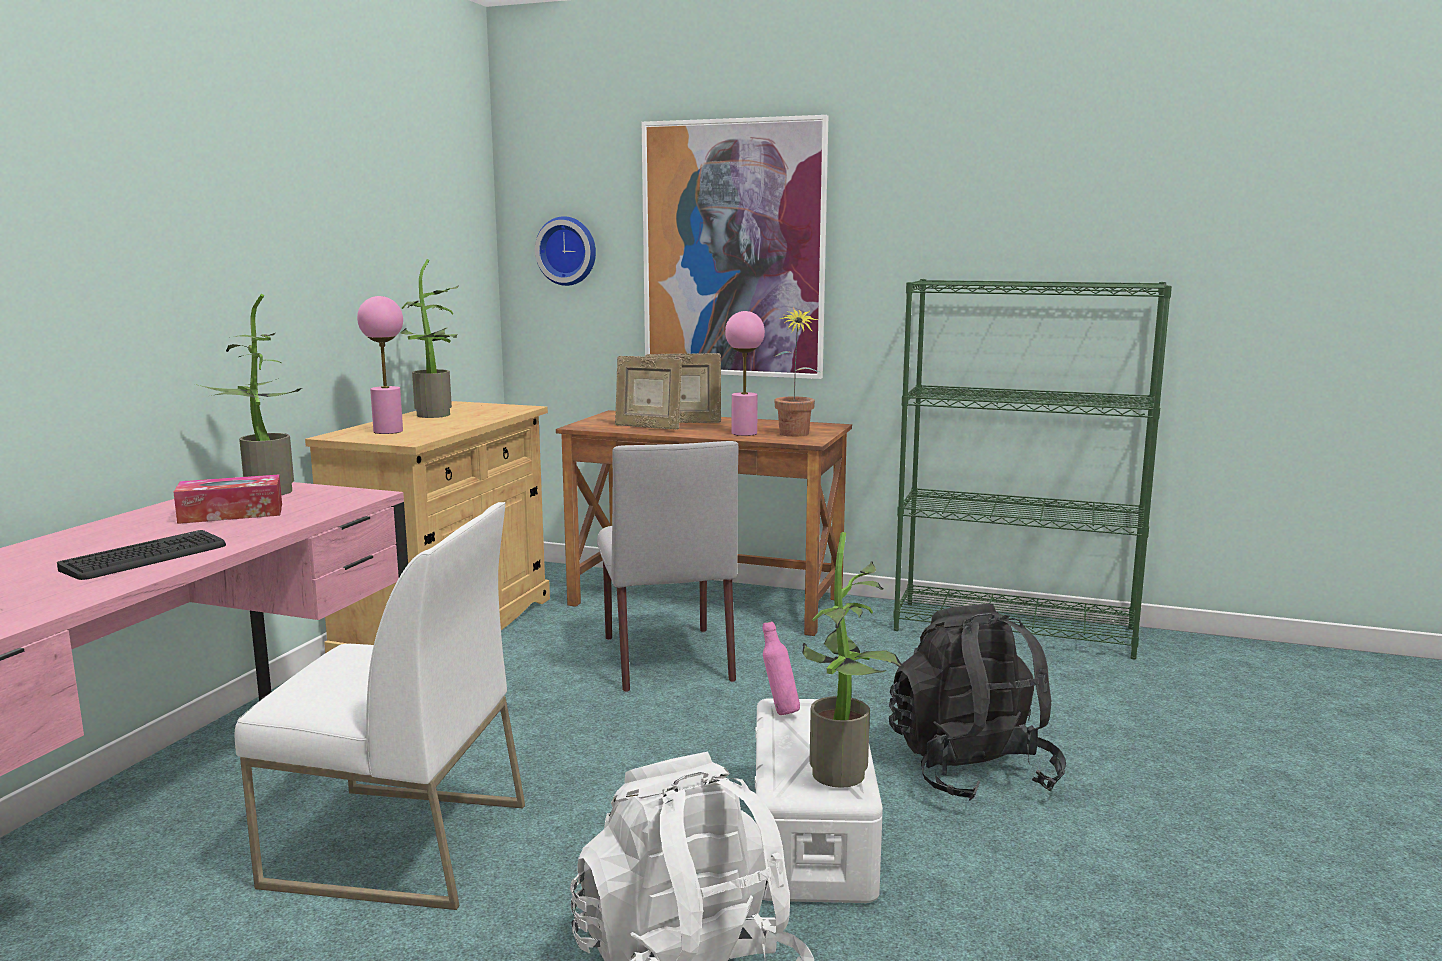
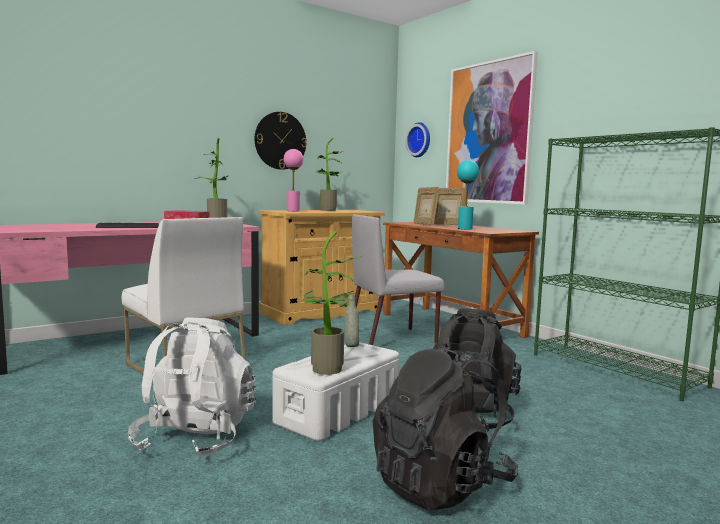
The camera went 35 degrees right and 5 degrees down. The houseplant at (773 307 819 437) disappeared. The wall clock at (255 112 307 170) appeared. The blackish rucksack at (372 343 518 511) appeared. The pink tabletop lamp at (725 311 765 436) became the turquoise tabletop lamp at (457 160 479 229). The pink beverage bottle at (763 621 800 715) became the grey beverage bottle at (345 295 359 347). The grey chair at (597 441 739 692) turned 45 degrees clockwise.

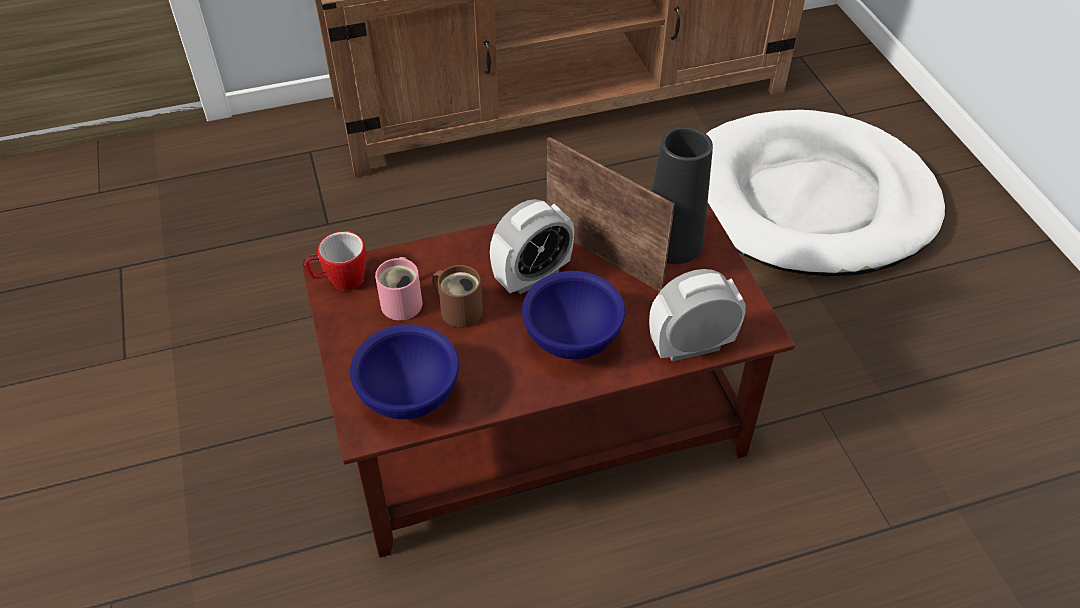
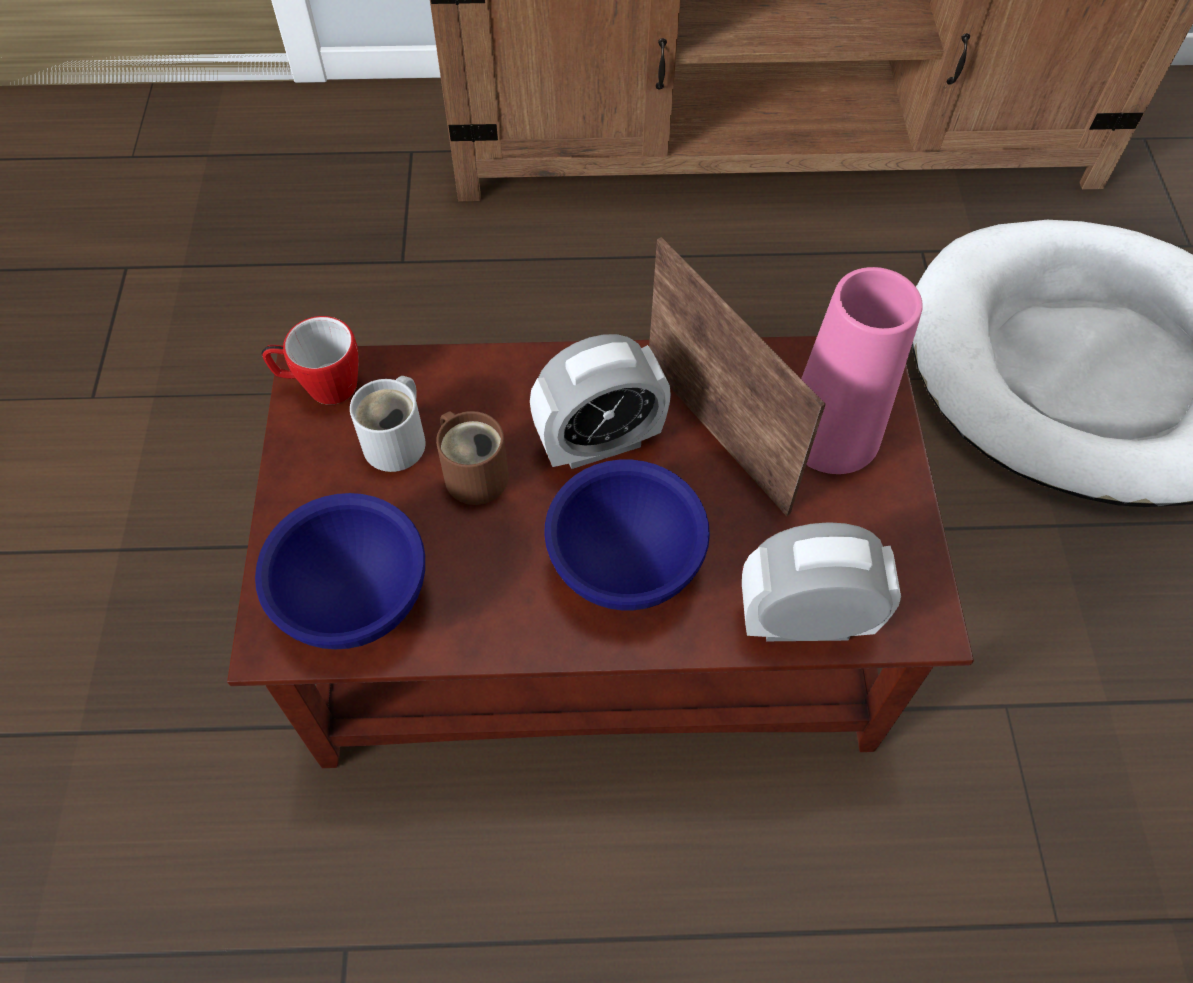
The camera went 15 degrees right and 10 degrees up. The pink mug at (375 257 422 321) became the white mug at (350 376 426 472). The blackish vase at (652 127 713 264) became the pink vase at (801 267 923 474).

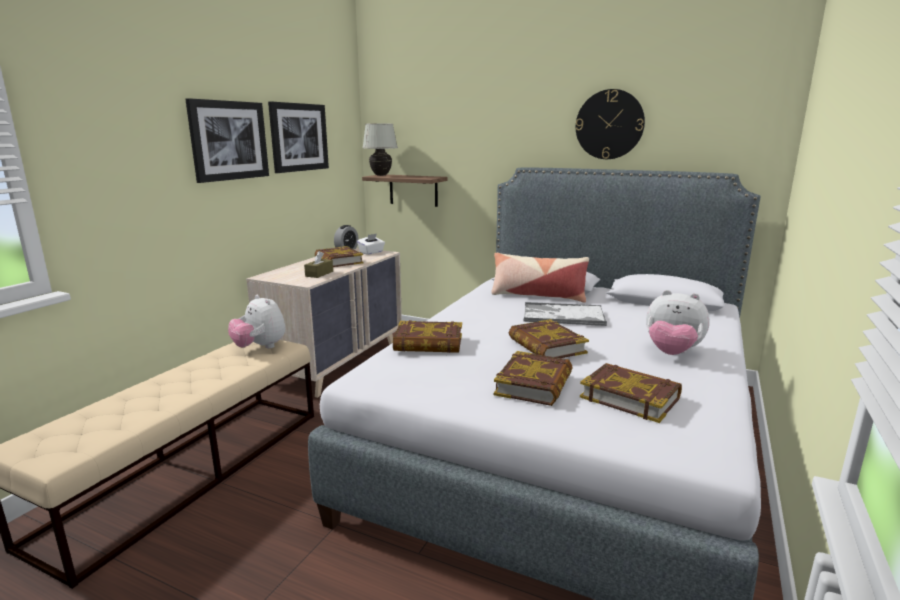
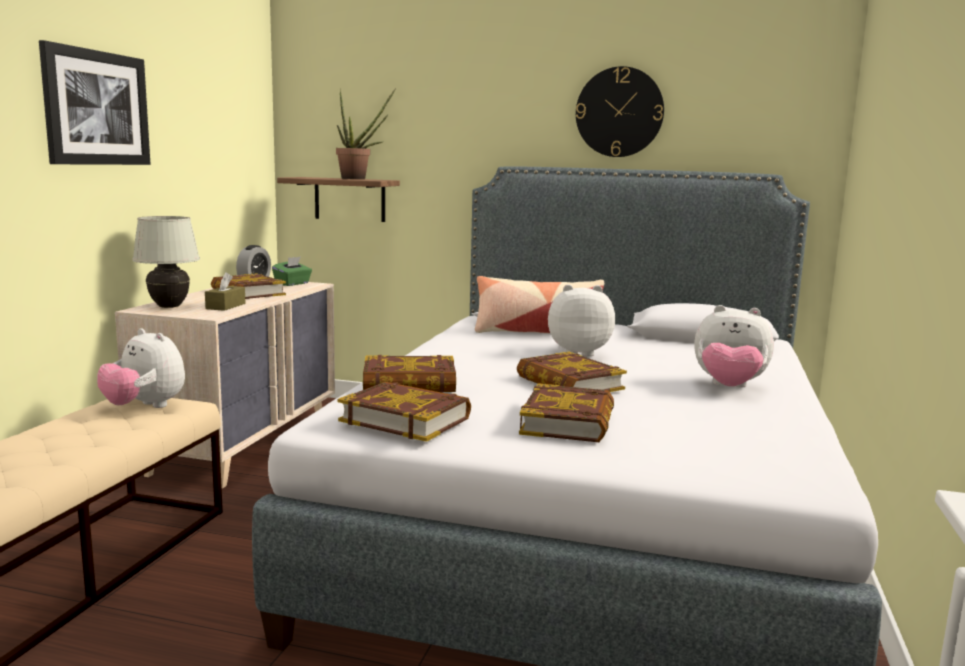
The camera went 10 degrees left and 5 degrees down. The wall picture at (268 101 329 173) disappeared. The houseplant at (336 89 395 179) appeared. The white tabletop lamp moved from (362 124 398 176) to (132 216 200 308). The bound book moved from (580 363 682 423) to (338 382 471 442). The tray at (524 302 607 326) was replaced by the cuddly toy at (548 284 615 356). The white tissue box at (357 234 385 255) became the greenish tissue box at (272 257 312 286).

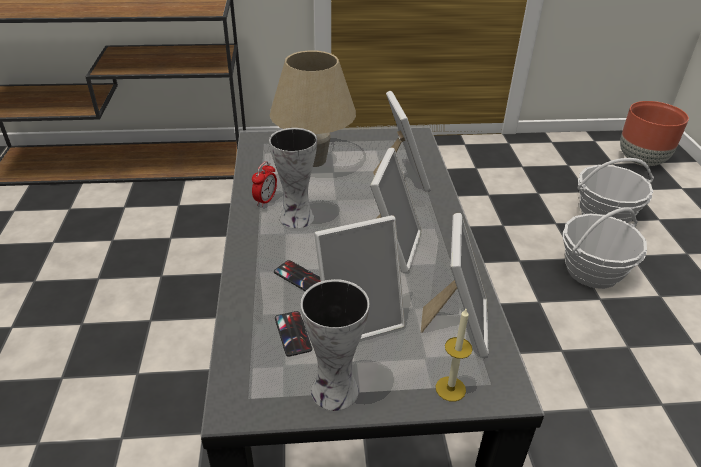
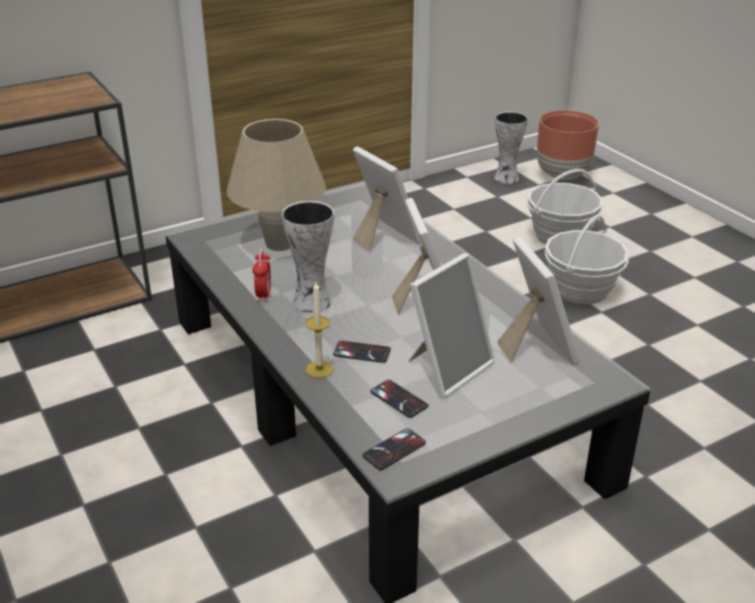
The camera went 25 degrees left and 5 degrees down. The handset at (362 428 426 470) appeared. The vase moved from (301 279 369 411) to (494 111 528 184). The wax light moved from (436 309 473 402) to (306 282 333 378).

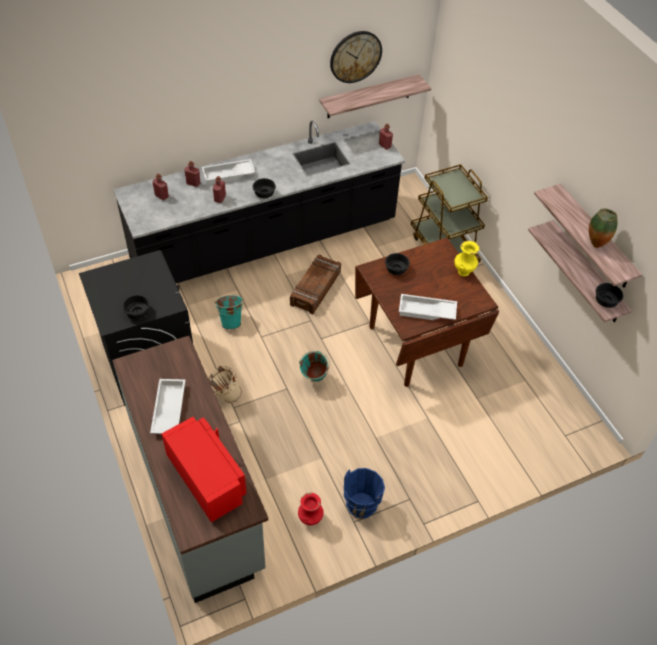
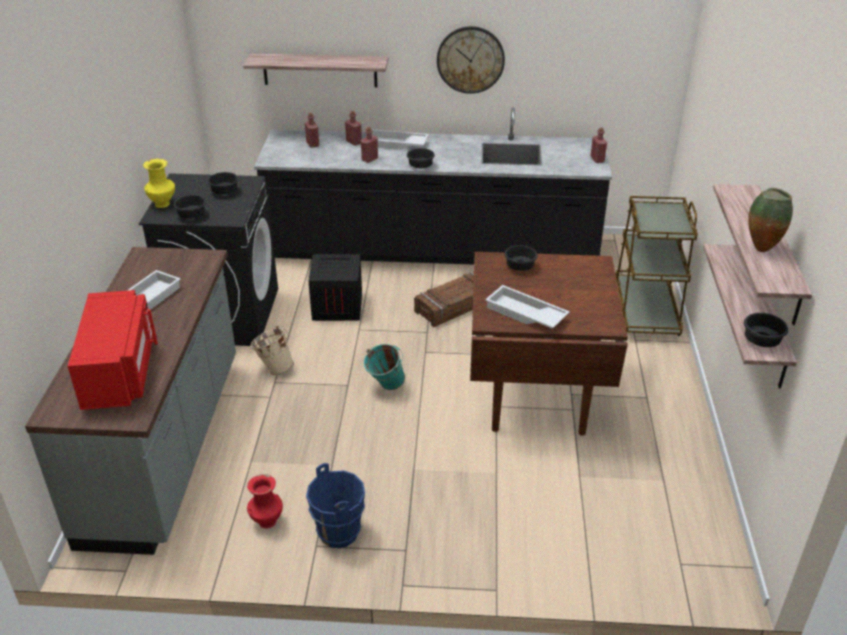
The camera went 30 degrees right and 15 degrees down. The blackish deep dish at (207 172 239 194) appeared. The wall shelf moved from (319 74 431 118) to (243 53 389 87). The wall clock moved from (330 31 382 83) to (437 26 505 94). The yellow-coloured vase moved from (454 240 479 276) to (143 158 175 208). The turquoise bucket at (215 295 244 330) was replaced by the packing crate at (309 254 362 321).

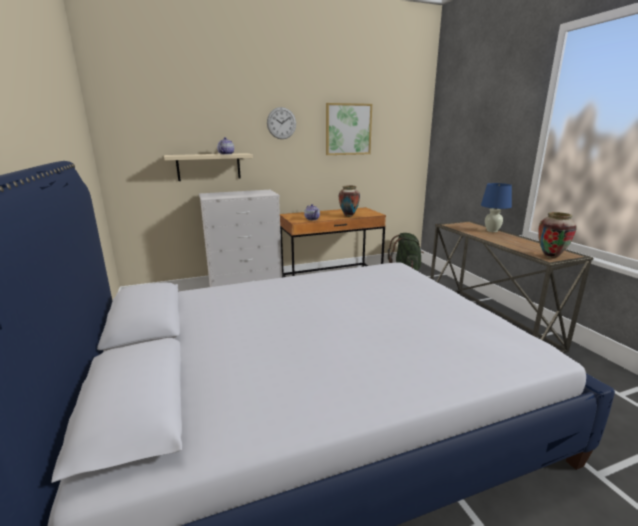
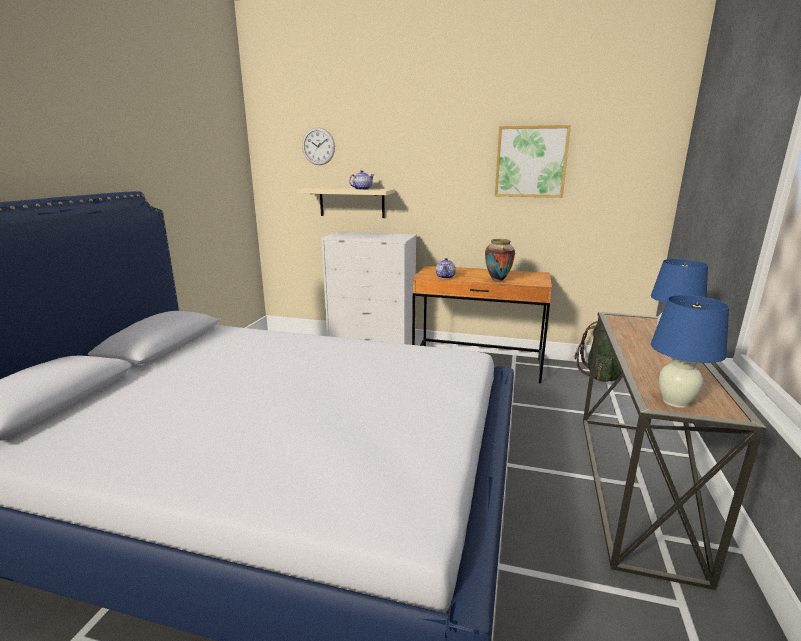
The camera went 35 degrees right and 0 degrees up. The wall clock moved from (267 107 296 139) to (302 127 335 165). The vase at (538 212 576 258) was replaced by the bluish tabletop lamp at (651 295 729 408).

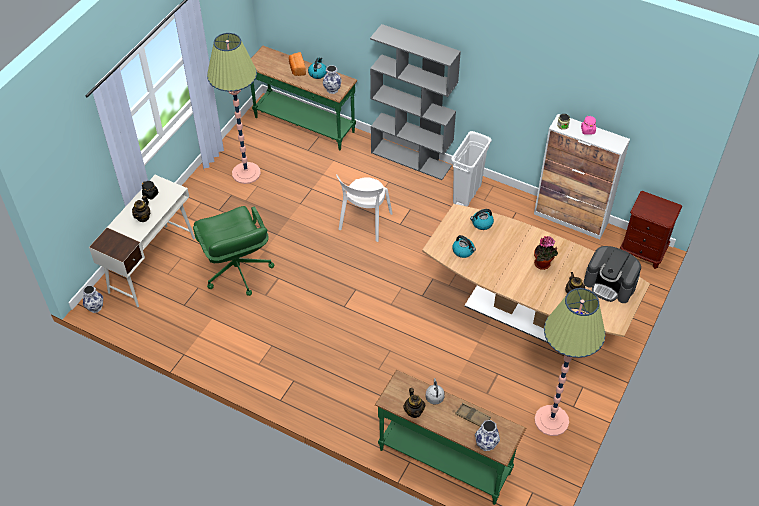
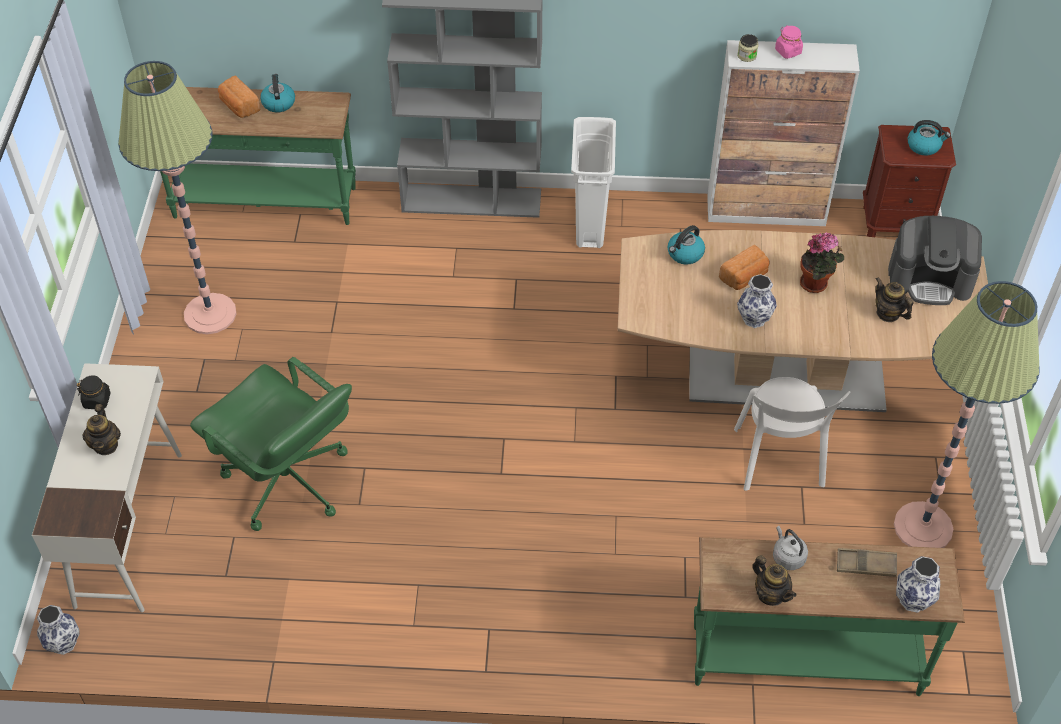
The camera went 25 degrees left and 0 degrees up. The baked bread at (719 244 769 290) appeared. The vase moved from (323 65 342 94) to (737 274 777 328). The white chair moved from (336 174 393 242) to (734 377 850 491). The water kettle moved from (452 235 476 258) to (908 120 951 156).

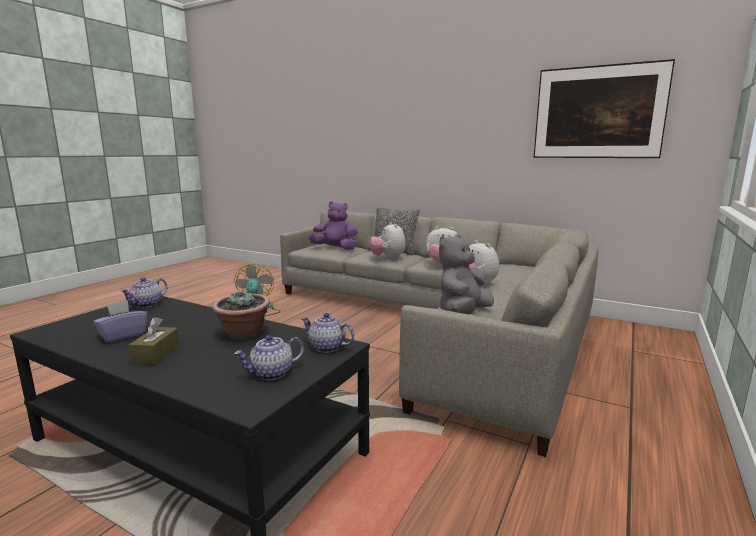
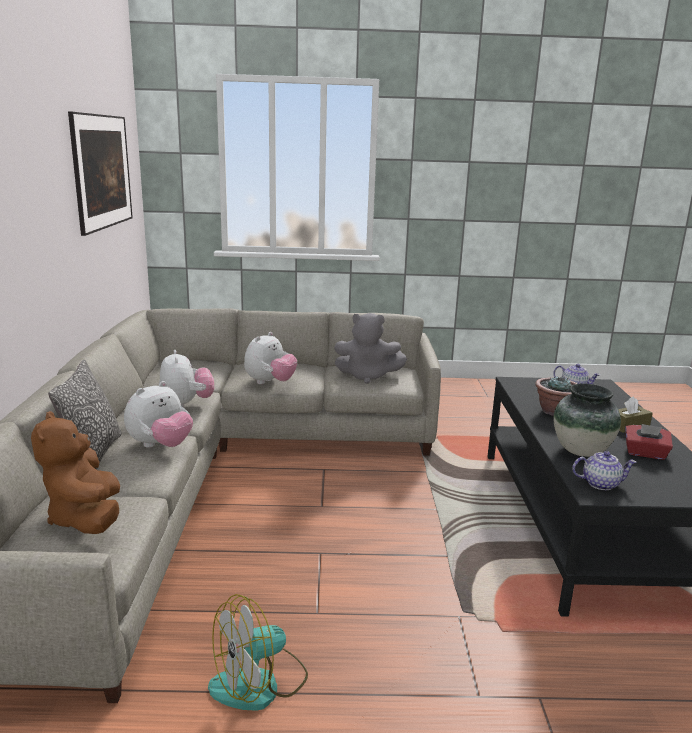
The camera went 120 degrees left and 5 degrees up. The teapot at (301 313 355 353) disappeared. The vase at (553 383 621 457) appeared. The purple-coloured tissue box at (93 300 148 343) became the red-coloured tissue box at (625 424 673 460). The purple-coloured cuddly toy at (309 201 358 250) became the brown cuddly toy at (31 411 120 534).

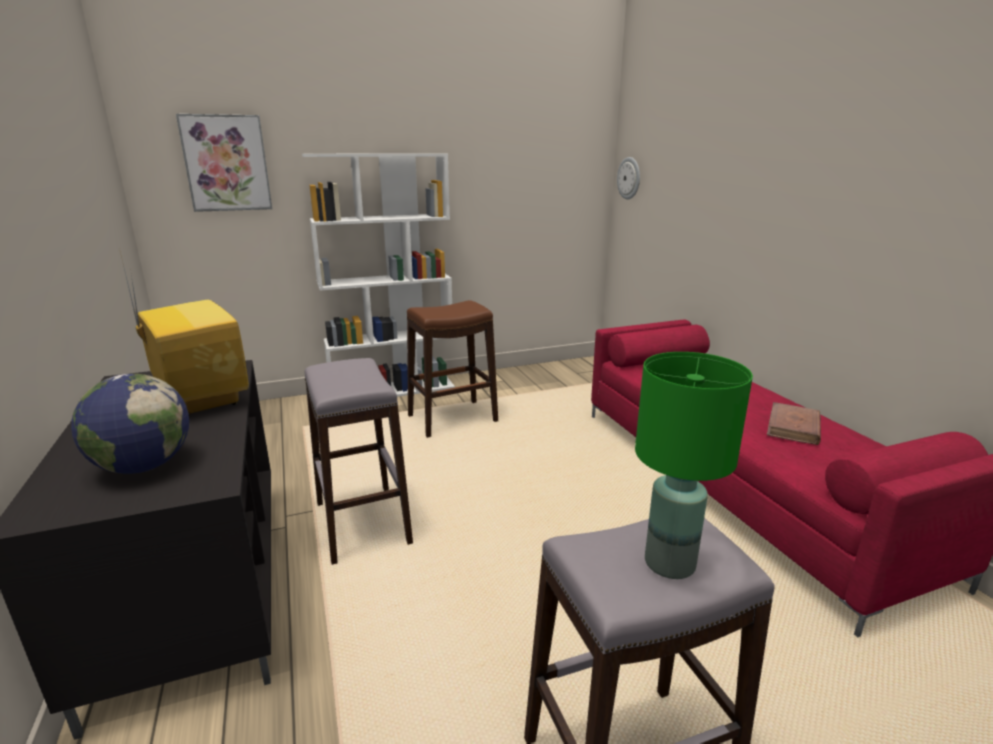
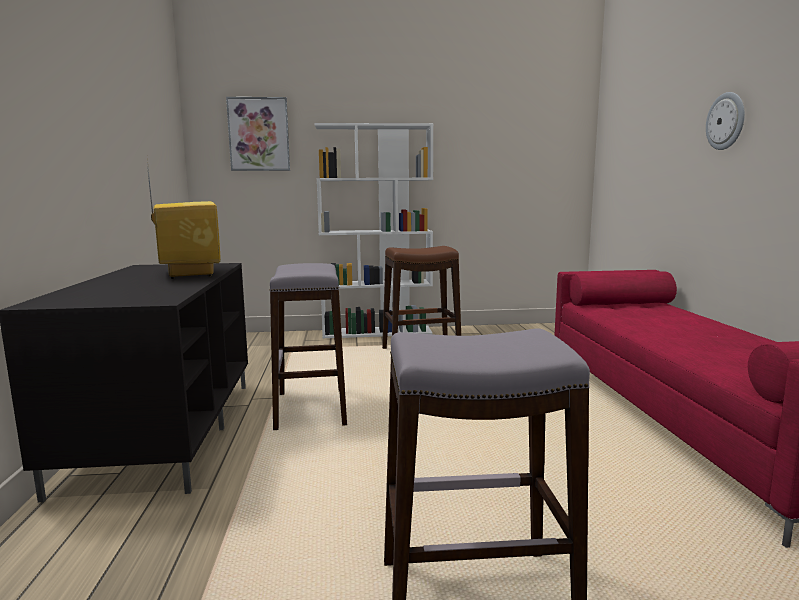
The camera went 15 degrees right and 10 degrees down. The desk globe at (71 374 189 474) disappeared. The greenish tabletop lamp at (635 352 753 579) disappeared. The brown bound book at (767 402 821 445) disappeared. The wall clock moved from (617 157 640 200) to (706 92 745 150).

